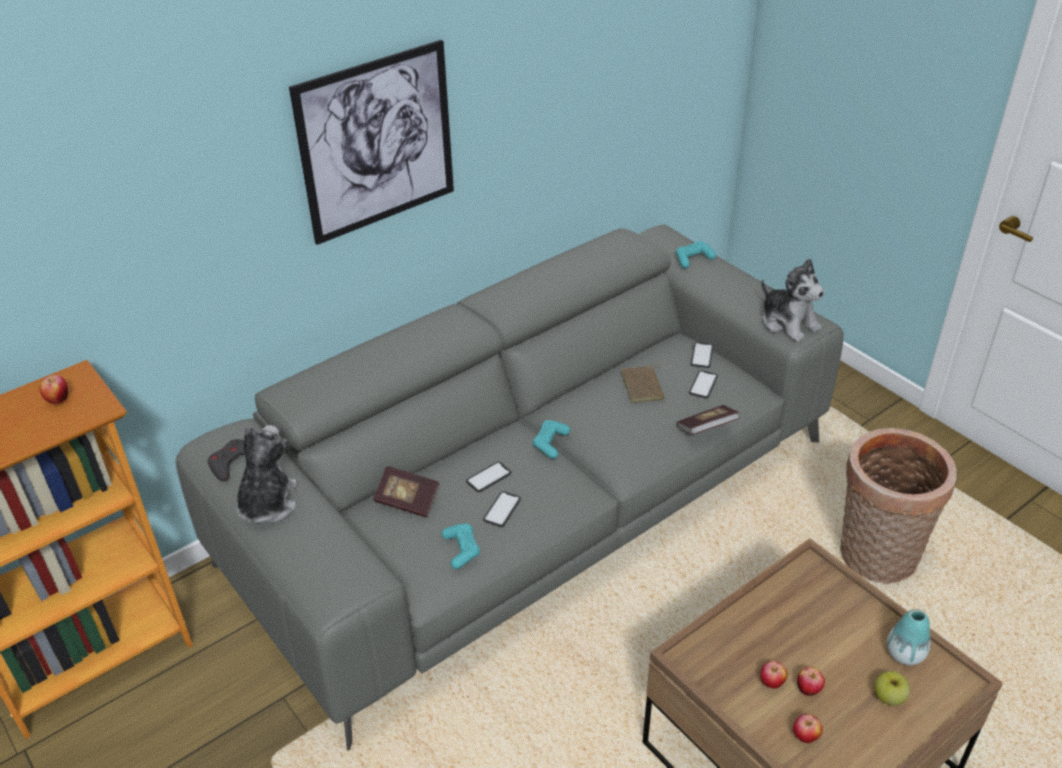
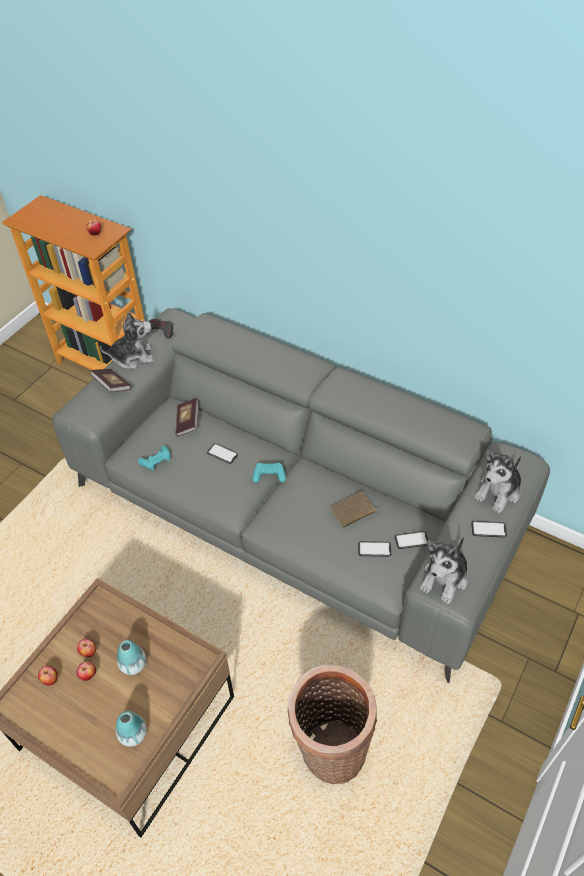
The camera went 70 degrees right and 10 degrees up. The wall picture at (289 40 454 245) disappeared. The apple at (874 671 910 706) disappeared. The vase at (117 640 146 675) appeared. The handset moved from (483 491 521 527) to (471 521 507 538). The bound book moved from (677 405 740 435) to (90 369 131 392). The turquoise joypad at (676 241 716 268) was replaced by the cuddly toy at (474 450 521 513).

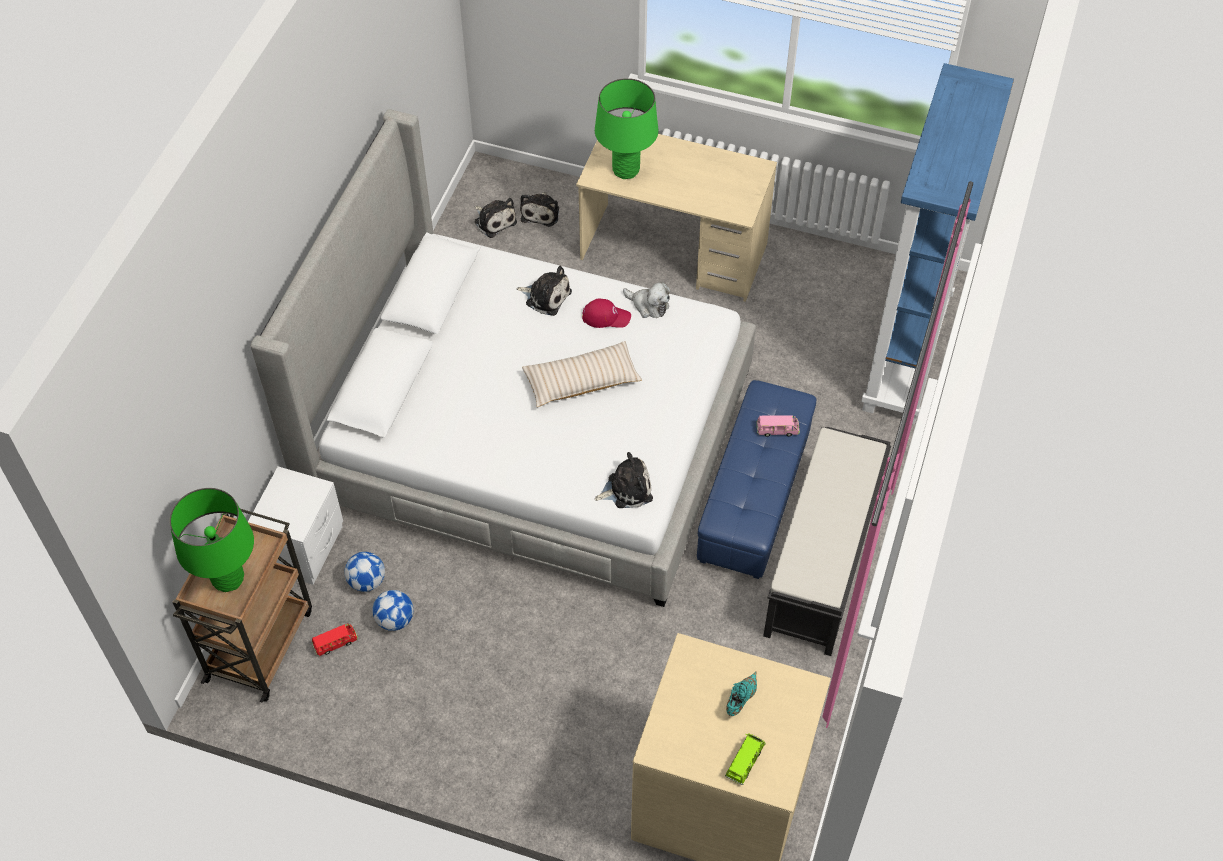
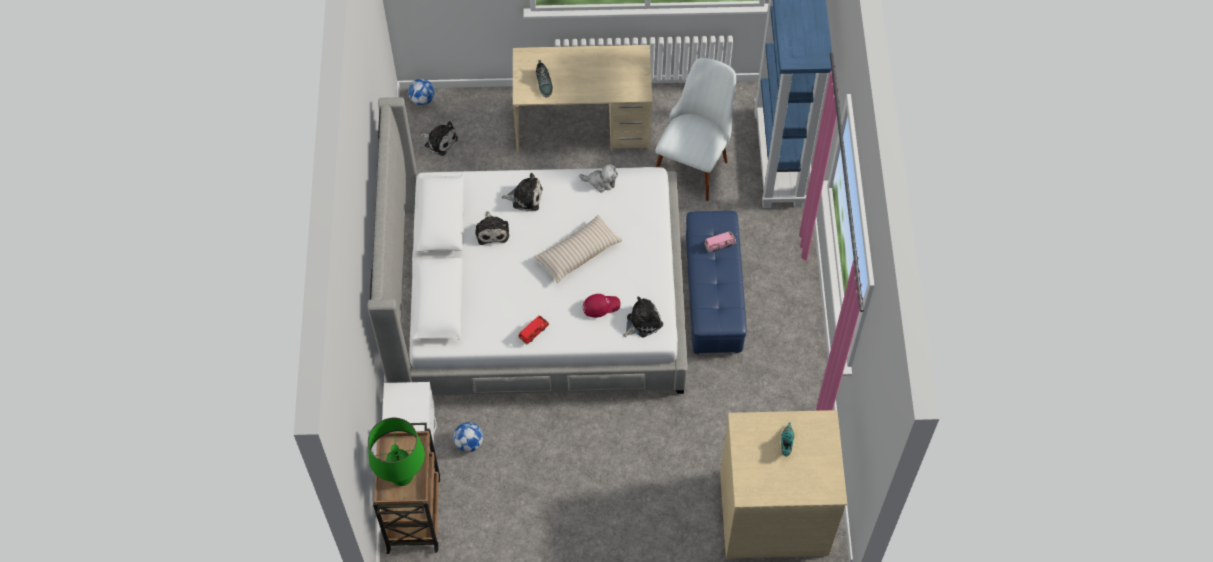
The camera went 20 degrees left and 5 degrees up. The greenish miniature car at (725 733 766 785) disappeared. The blackish long seat at (763 427 891 656) disappeared. The white chair at (655 58 736 201) appeared. The red-coloured miniature car moved from (312 623 358 656) to (518 316 549 345). The football moved from (372 590 413 631) to (408 79 435 105). The cuddly toy moved from (520 192 559 227) to (475 211 509 245). The red-coloured baseball cap moved from (582 299 631 328) to (583 294 621 318). The greenish tabletop lamp at (595 78 659 179) was replaced by the low shoe at (536 60 553 97).

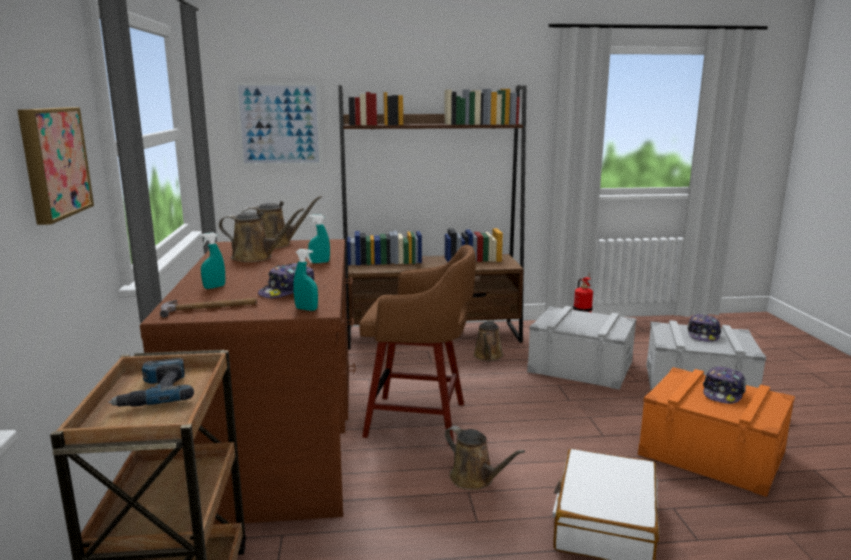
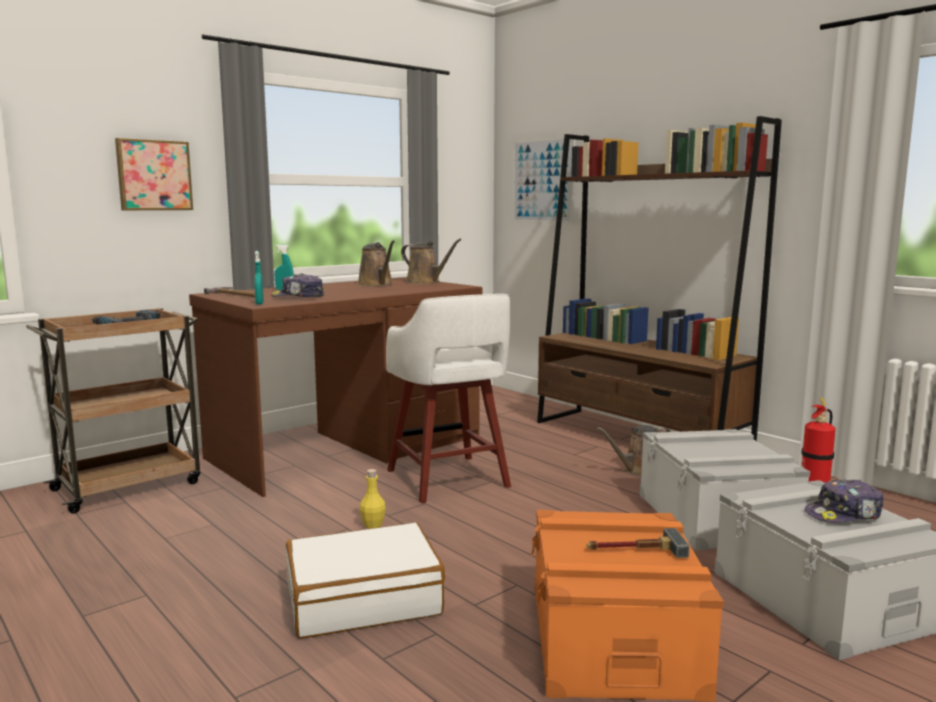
The camera went 55 degrees right and 5 degrees down. The turquoise hand sprayer at (308 215 330 263) disappeared. The brown watering can at (445 426 525 490) was replaced by the yellow-coloured beverage bottle at (360 469 386 529). The baseball cap at (703 366 746 404) was replaced by the tool hammer at (586 528 690 558). The brown stool at (359 245 476 445) became the white stool at (386 294 511 503).

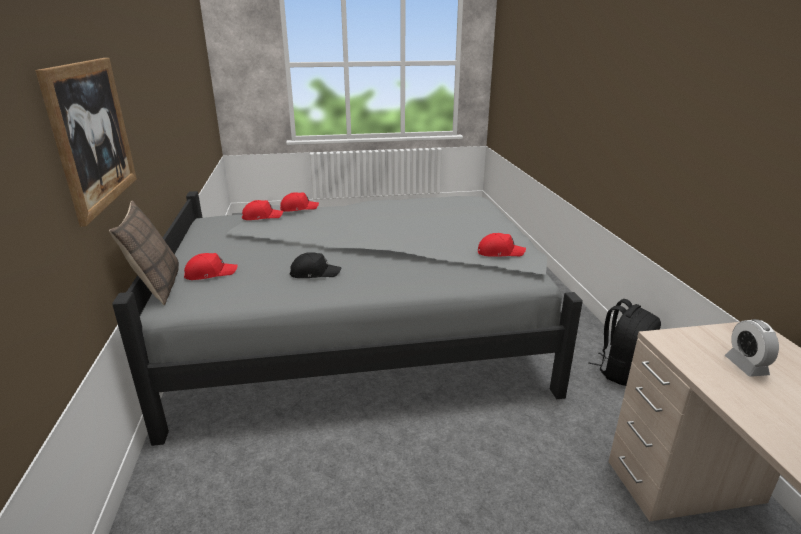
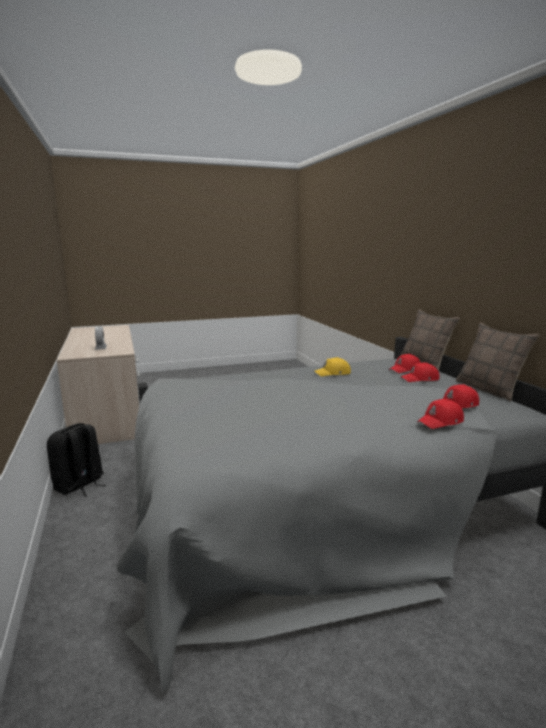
The camera went 170 degrees right and 10 degrees down. The wall picture at (35 58 137 227) disappeared. The throw pillow at (456 322 539 401) appeared. The red-coloured baseball cap moved from (478 233 526 257) to (401 362 439 382). The blackish baseball cap at (290 252 341 278) became the yellow-coloured baseball cap at (314 357 351 377).

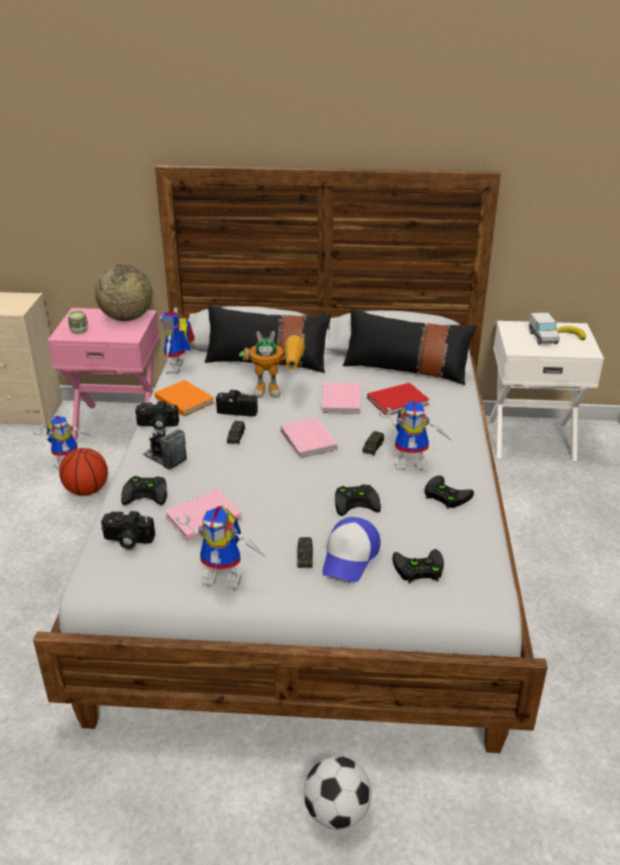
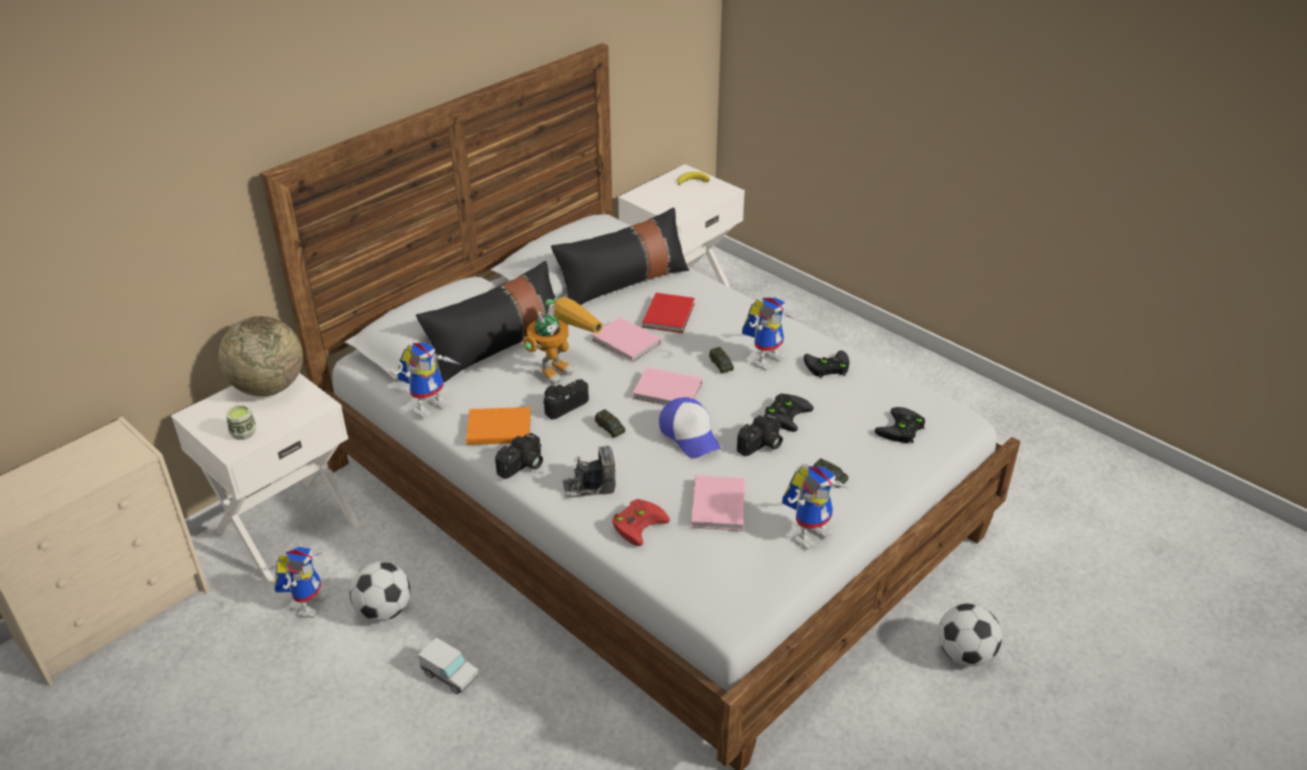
The camera went 50 degrees left and 5 degrees up. The still camera moved from (101 511 155 549) to (737 414 783 456). The baseball cap moved from (322 517 380 582) to (659 397 721 458). The toy lorry moved from (529 312 560 345) to (418 637 479 694). The basketball at (59 448 108 496) was replaced by the football at (350 562 410 621). The pink bedside table at (47 308 159 441) became the white bedside table at (171 373 360 582). The blackish joypad at (121 476 167 505) became the red-coloured joypad at (612 499 670 546). The toy robot at (160 308 195 374) turned 90 degrees counterclockwise.

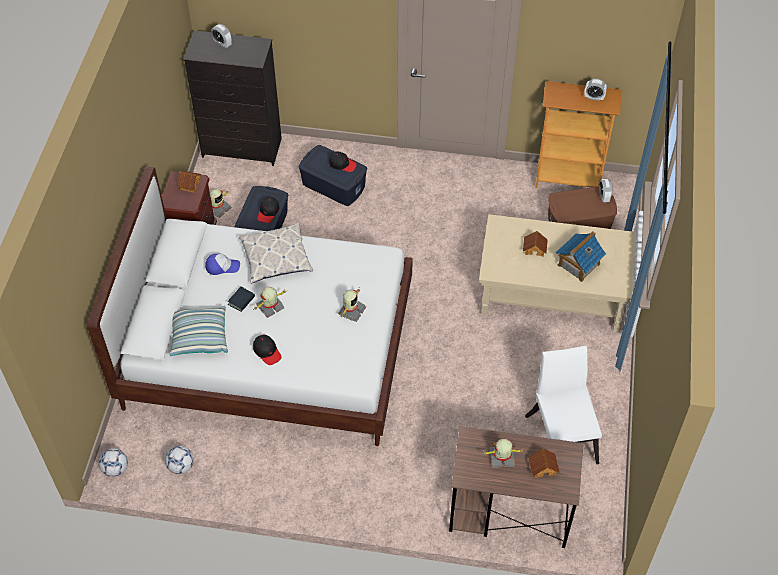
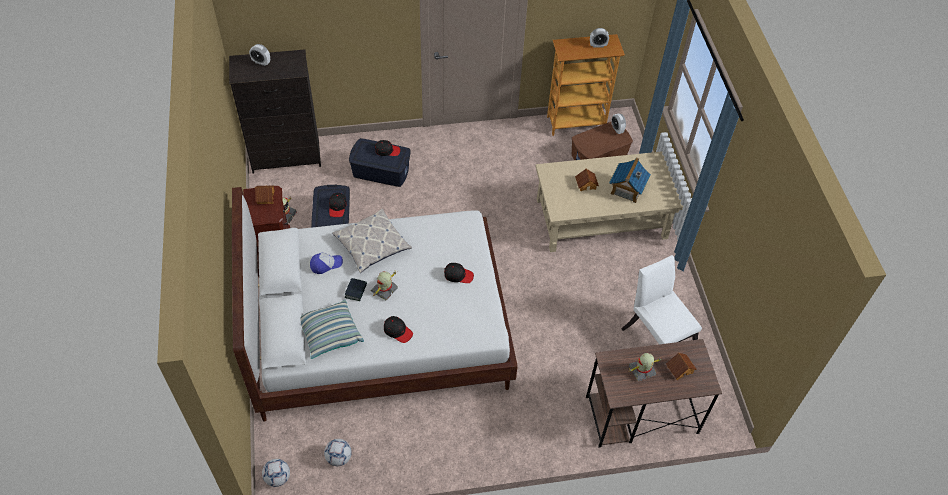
The camera went 20 degrees left and 0 degrees up. The toy robot at (338 288 366 322) was replaced by the blackish baseball cap at (444 263 474 283).

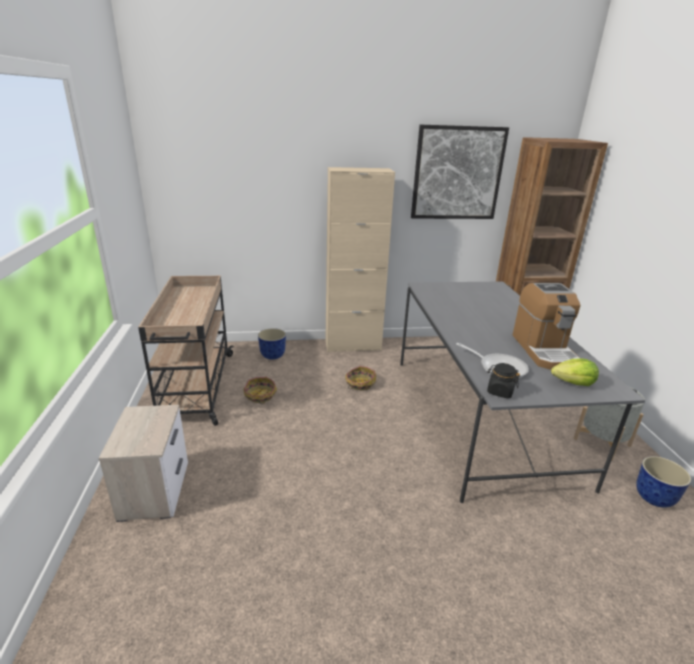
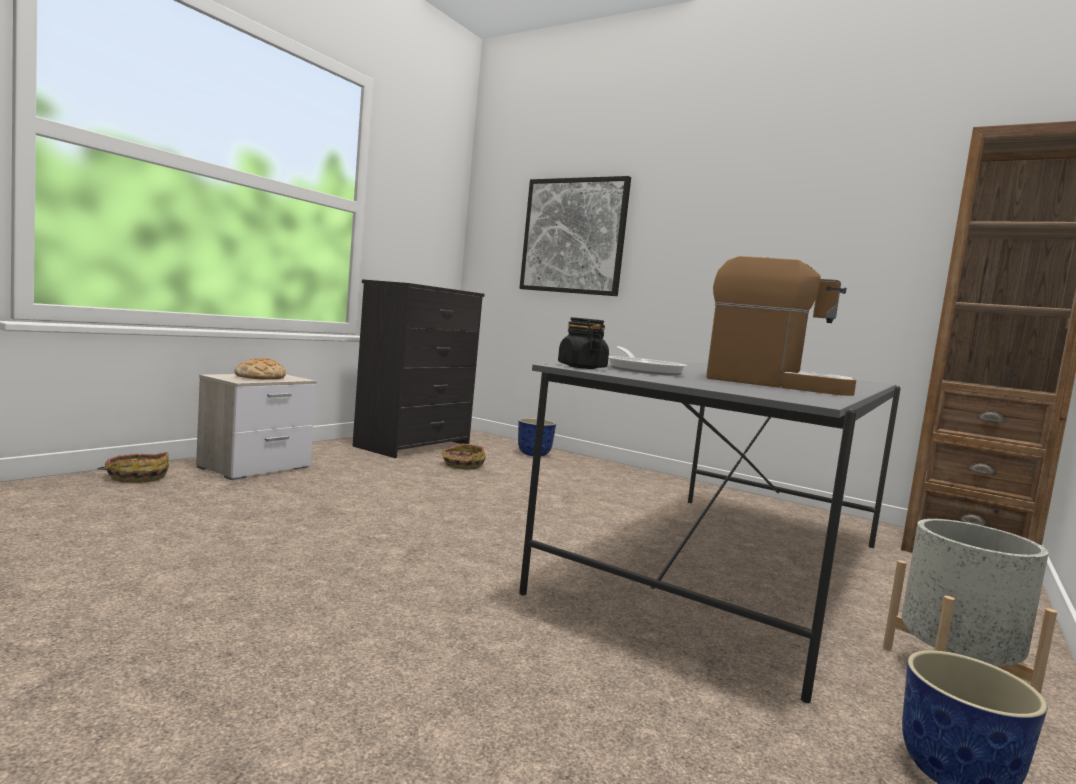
The camera went 40 degrees right and 20 degrees down. The beige-coloured cupboard at (325 167 395 353) disappeared. The lettuce at (551 358 599 386) disappeared. The baked bread at (235 358 286 380) appeared. The household basket moved from (345 366 376 391) to (97 452 169 483). The wall picture moved from (411 125 509 219) to (519 176 631 296). The beige-coloured wheeled cart at (138 276 234 426) was replaced by the blackish chest of drawers at (353 279 485 458). The coffee brewer at (513 283 580 369) turned 105 degrees counterclockwise.

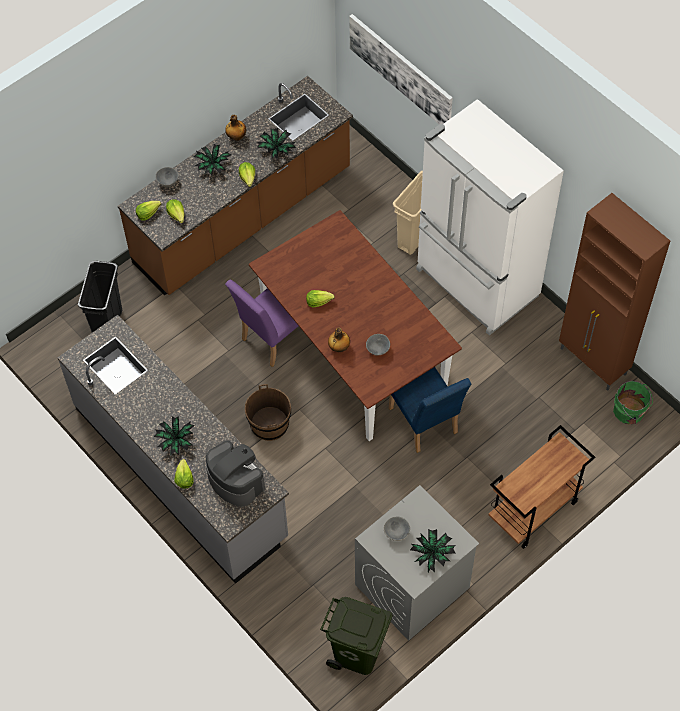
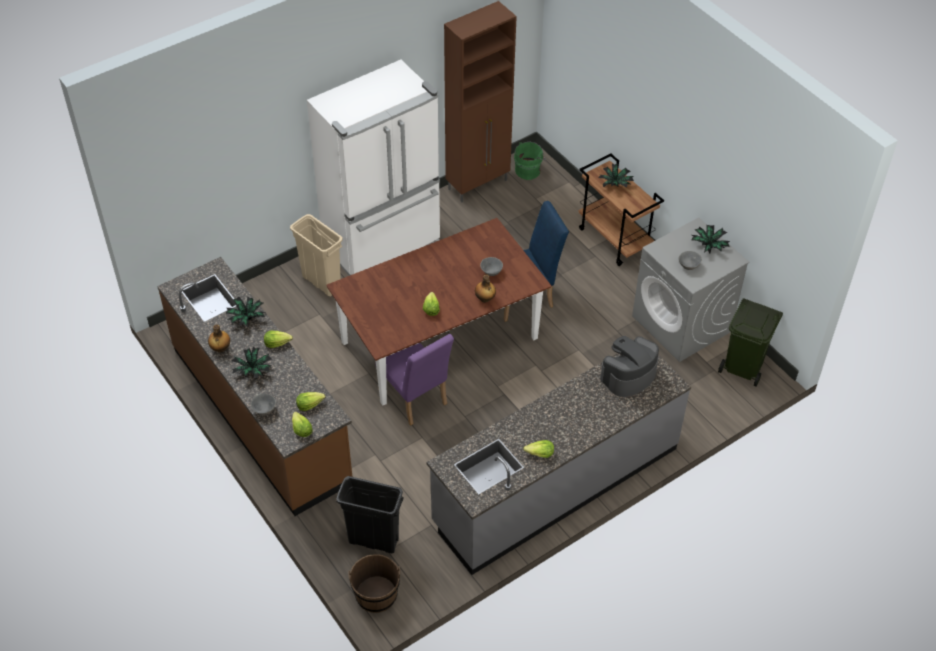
The camera went 85 degrees left and 10 degrees down. The wall picture at (349 14 453 124) disappeared. The houseplant moved from (154 416 194 455) to (598 163 634 188). The lettuce moved from (174 459 194 488) to (523 440 554 458). The brown bucket moved from (245 384 291 441) to (348 554 400 613).

